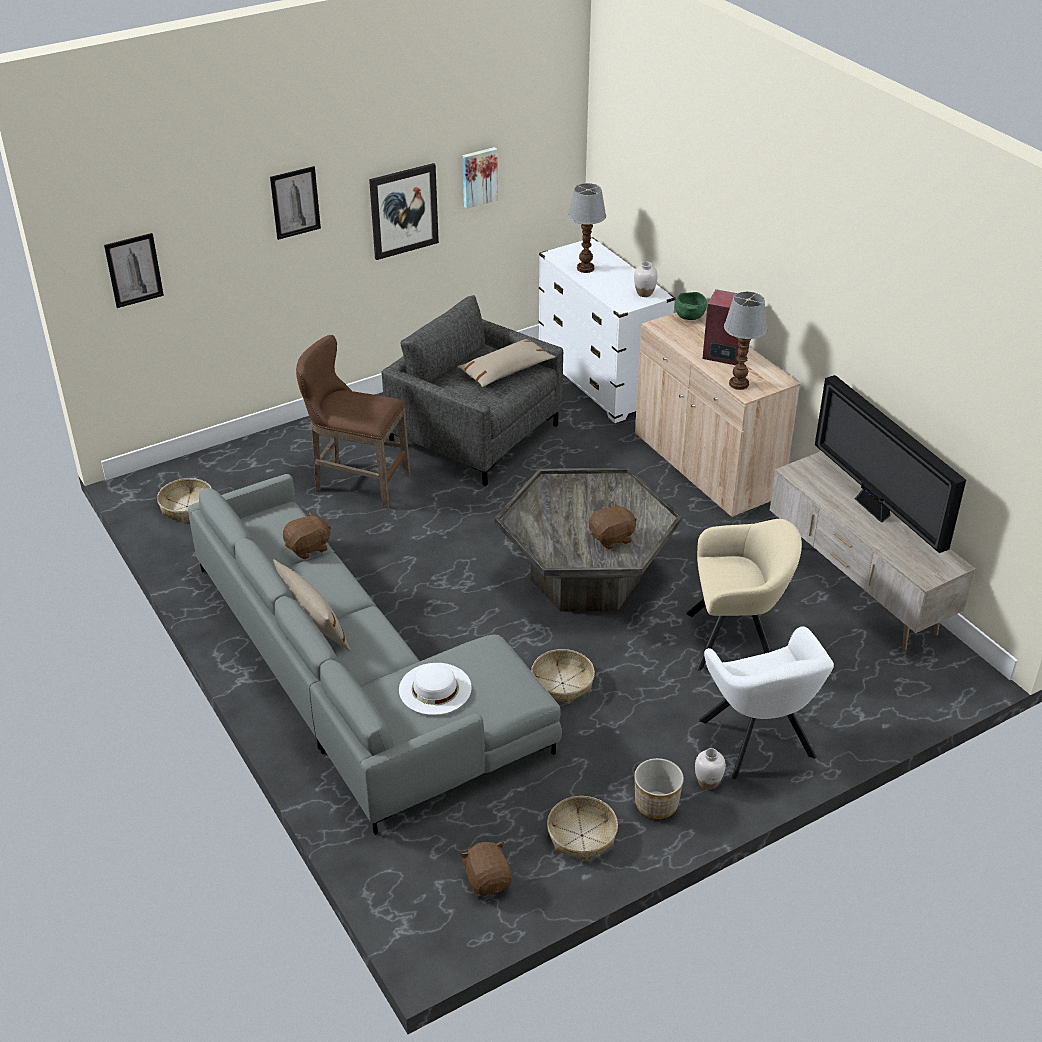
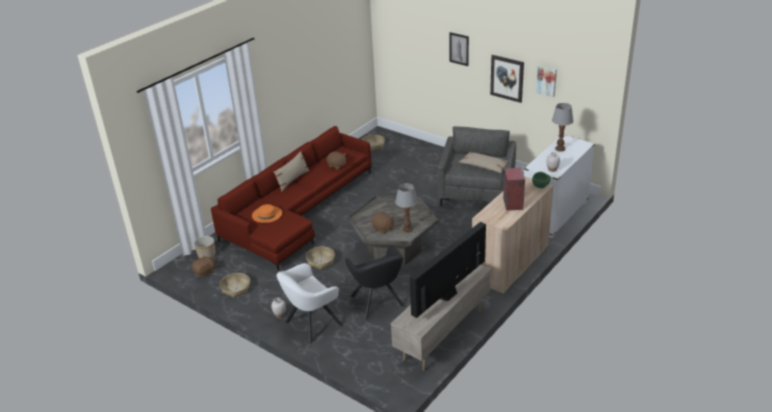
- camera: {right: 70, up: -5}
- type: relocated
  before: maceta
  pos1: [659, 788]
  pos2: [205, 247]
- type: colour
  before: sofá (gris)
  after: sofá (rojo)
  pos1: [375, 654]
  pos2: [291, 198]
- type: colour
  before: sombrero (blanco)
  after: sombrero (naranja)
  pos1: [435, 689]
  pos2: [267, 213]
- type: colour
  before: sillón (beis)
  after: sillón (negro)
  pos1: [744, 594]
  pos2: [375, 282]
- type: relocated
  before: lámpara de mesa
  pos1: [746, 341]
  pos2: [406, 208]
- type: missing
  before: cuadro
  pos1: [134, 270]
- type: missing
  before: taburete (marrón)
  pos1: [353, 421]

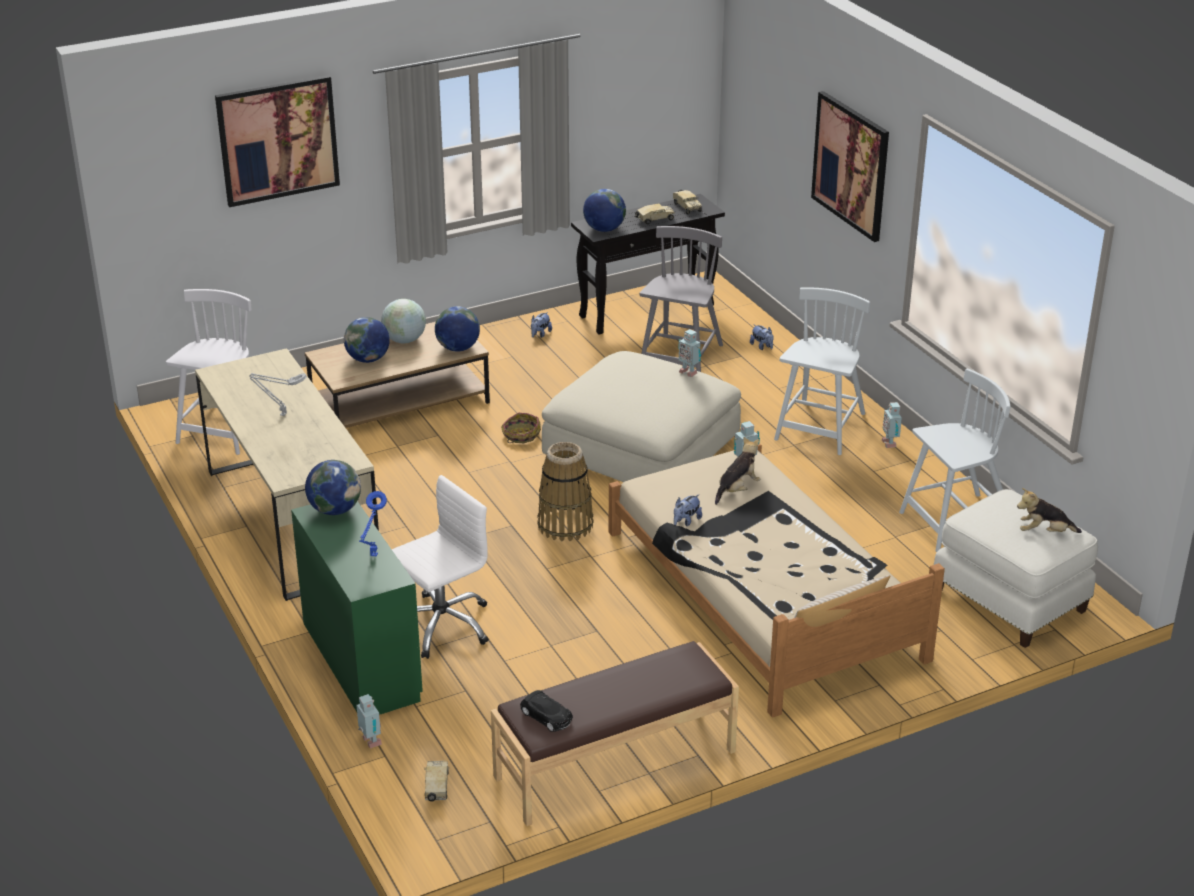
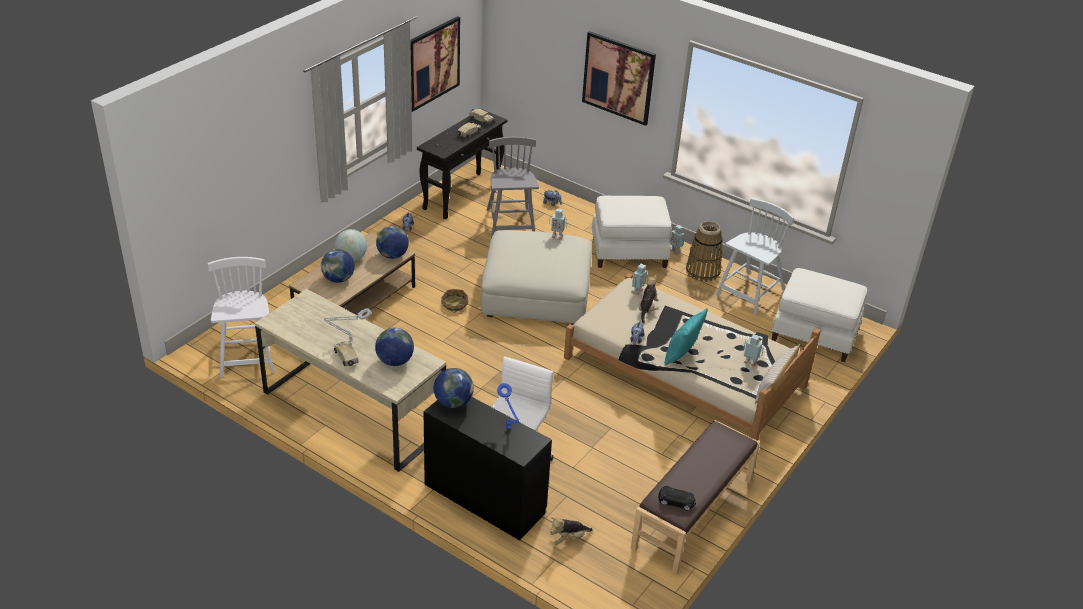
- camera: {right: -30, up: 5}
- type: relocated
  before: camión de juguete
  pos1: [436, 781]
  pos2: [346, 353]
- type: relocated
  before: globo terráqueo
  pos1: [604, 210]
  pos2: [394, 347]
- type: relocated
  before: cuadro
  pos1: [277, 141]
  pos2: [435, 64]
- type: colour
  before: escritorio (verde)
  after: escritorio (negro)
  pos1: [357, 608]
  pos2: [487, 468]
- type: relocated
  before: peluche
  pos1: [1049, 510]
  pos2: [571, 531]
- type: exchanged
  before: silla (blanco)
  after: puf (blanco)
  pos1: [822, 371]
  pos2: [632, 232]
- type: appeared
  after: cojín (turquesa)
  pos2: [686, 337]
- type: relocated
  before: cesta
  pos1: [565, 492]
  pos2: [704, 251]
- type: relocated
  before: robot de juguete
  pos1: [369, 721]
  pos2: [753, 350]

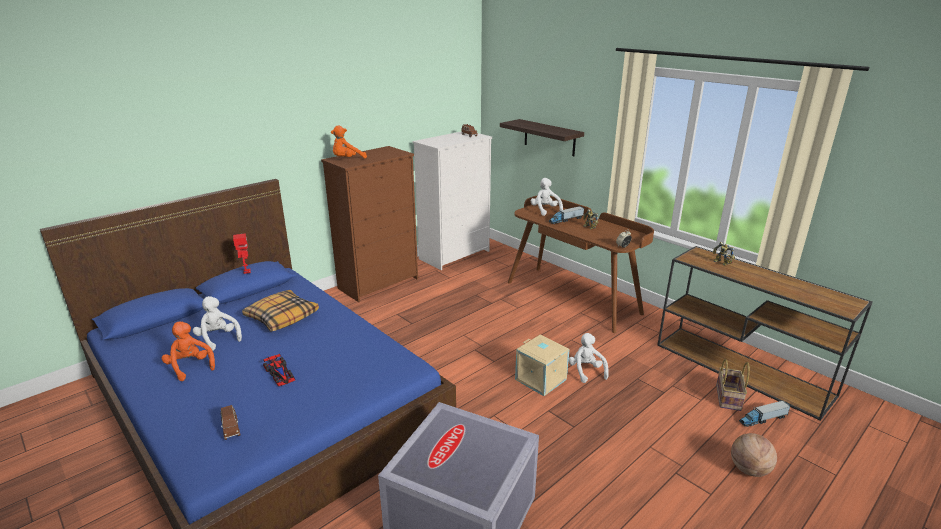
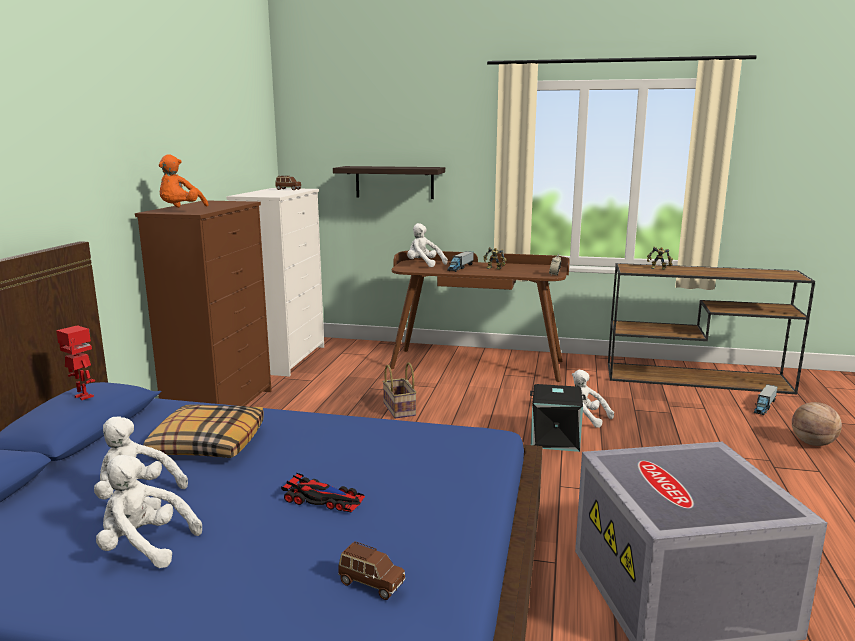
- camera: {right: -35, up: -10}
- type: colour
  before: peluche (naranja)
  after: peluche (blanco)
  pos1: [188, 351]
  pos2: [149, 511]
- type: relocated
  before: cesta
  pos1: [733, 385]
  pos2: [399, 390]
- type: colour
  before: caja de almacenaje (beis)
  after: caja de almacenaje (negro)
  pos1: [542, 365]
  pos2: [558, 418]

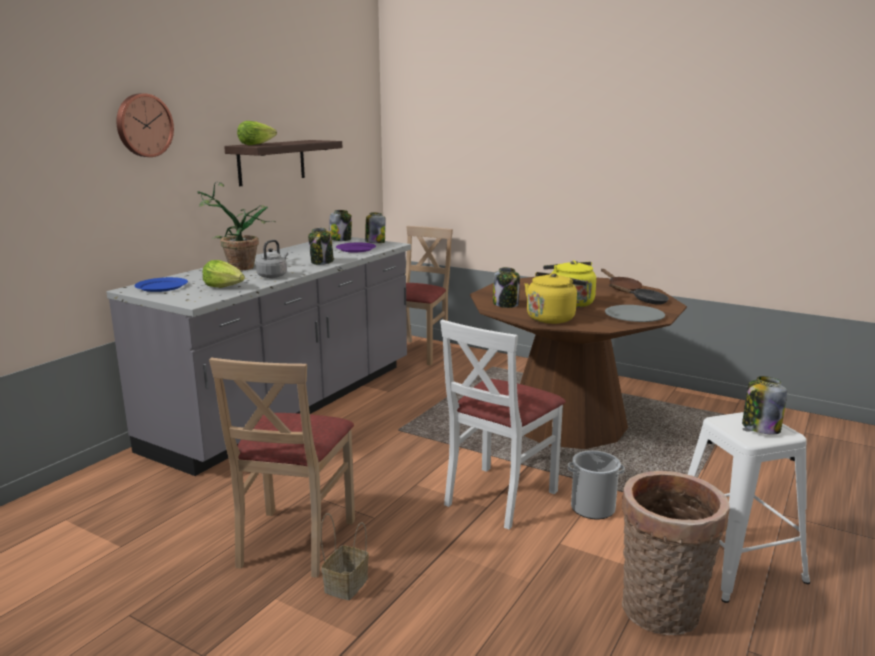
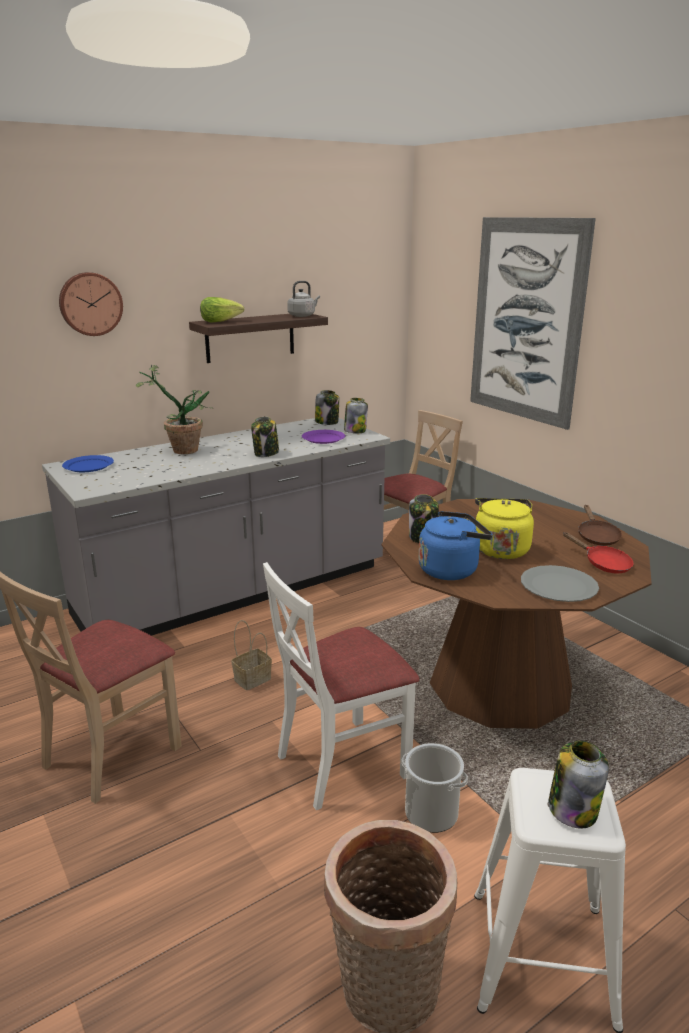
- camera: {right: 25, up: 5}
- type: relocated
  before: cesta
  pos1: [345, 556]
  pos2: [251, 655]
- type: relocated
  before: hervidor (gris)
  pos1: [272, 259]
  pos2: [303, 299]
- type: colour
  before: hervidor (amarillo)
  after: hervidor (azul)
  pos1: [556, 298]
  pos2: [456, 545]
- type: appeared
  after: cuadro
  pos2: [533, 323]
- type: colour
  before: sartén (negro)
  after: sartén (rojo)
  pos1: [639, 294]
  pos2: [598, 552]
- type: missing
  before: lechuga
  pos1: [224, 274]

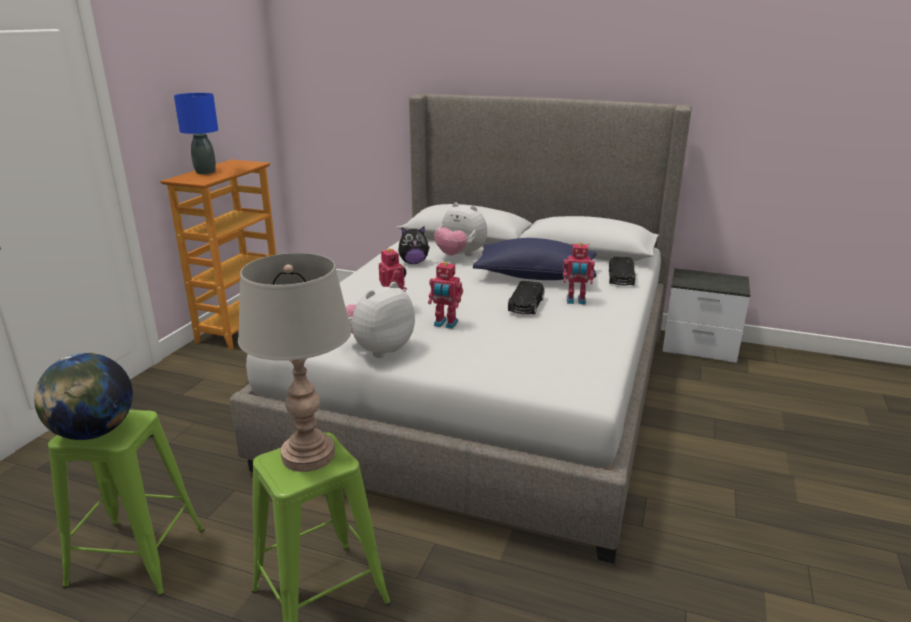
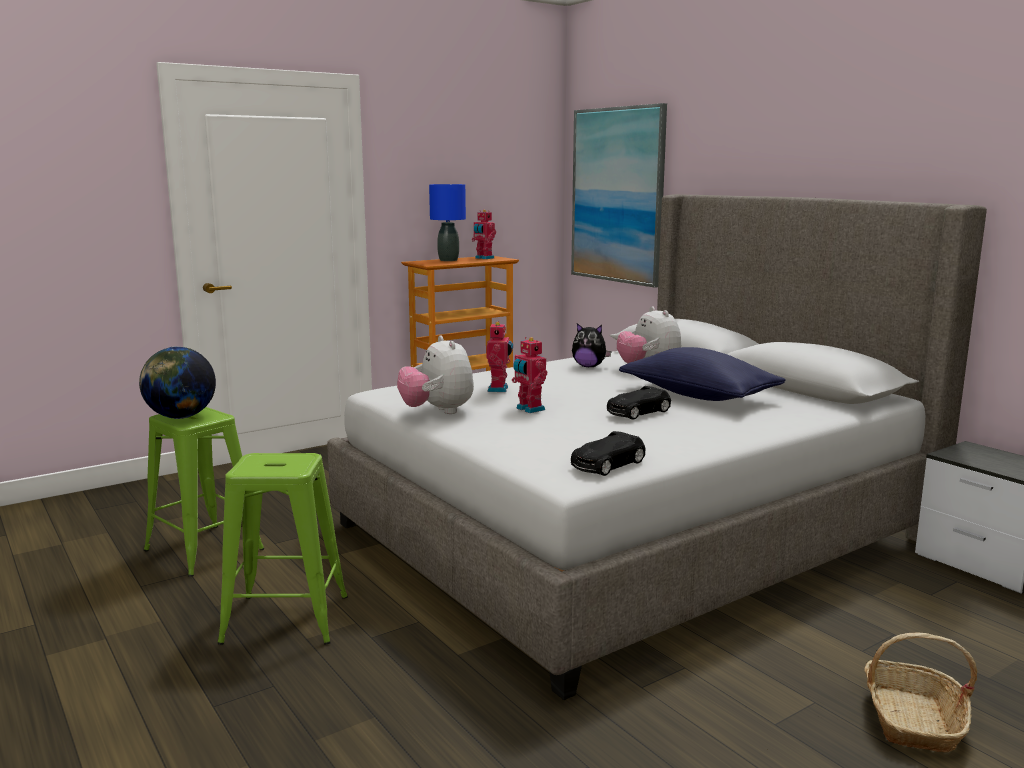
- camera: {right: 35, up: -10}
- type: spun
  before: peluche
  pos1: [380, 320]
  pos2: [435, 375]
  turn: -105
- type: relocated
  before: robot de juguete
  pos1: [579, 274]
  pos2: [484, 234]
- type: appeared
  after: cuadro
  pos2: [619, 195]
- type: relocated
  before: coche de juguete (negro)
  pos1: [622, 271]
  pos2: [608, 453]
- type: appeared
  after: cesta
  pos2: [920, 692]
- type: missing
  before: lámpara de mesa (gris)
  pos1: [294, 362]

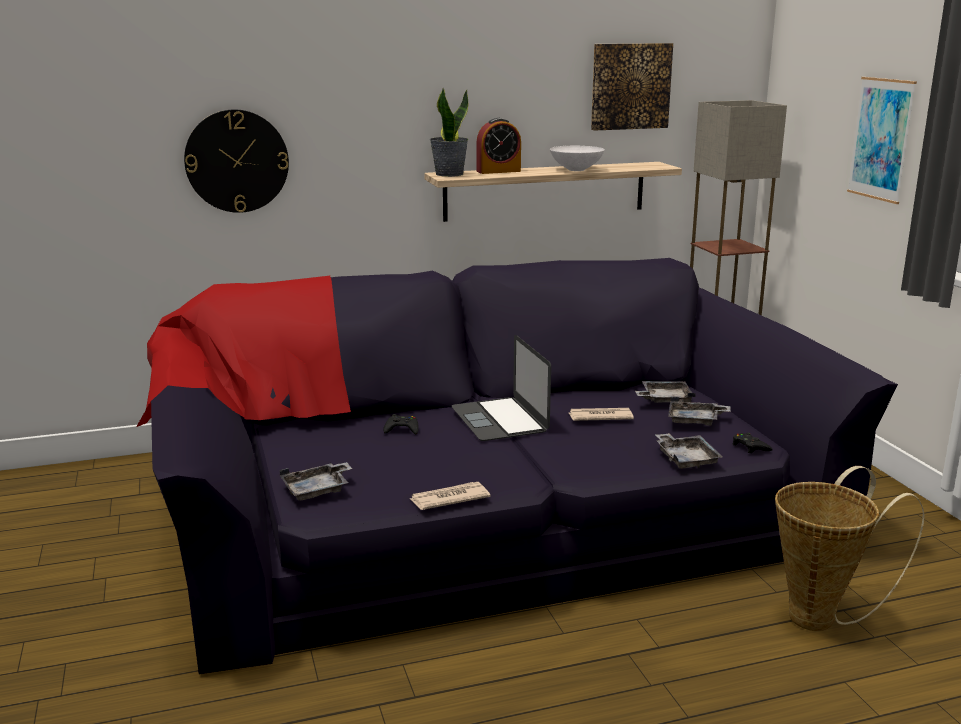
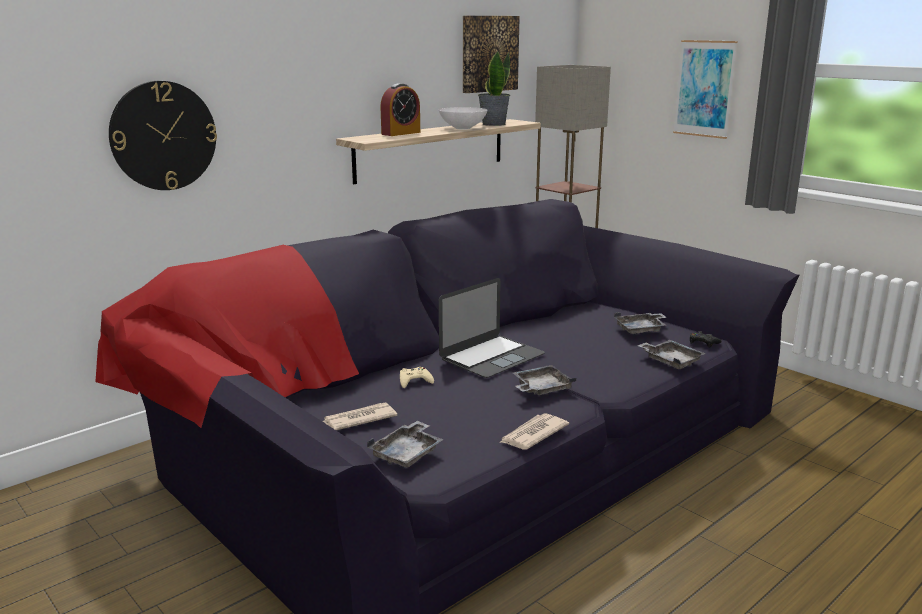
- camera: {right: -25, up: 0}
- type: relocated
  before: periódico
  pos1: [601, 414]
  pos2: [360, 416]
- type: colour
  before: mando de consola (negro)
  after: mando de consola (beis)
  pos1: [401, 424]
  pos2: [417, 377]
- type: spun
  before: portátil
  pos1: [501, 388]
  pos2: [492, 328]
  turn: -90
- type: relocated
  before: planta en maceta
  pos1: [449, 132]
  pos2: [494, 88]
- type: relocated
  before: bandeja (gris)
  pos1: [665, 392]
  pos2: [544, 380]
- type: missing
  before: cesta
  pos1: [849, 548]

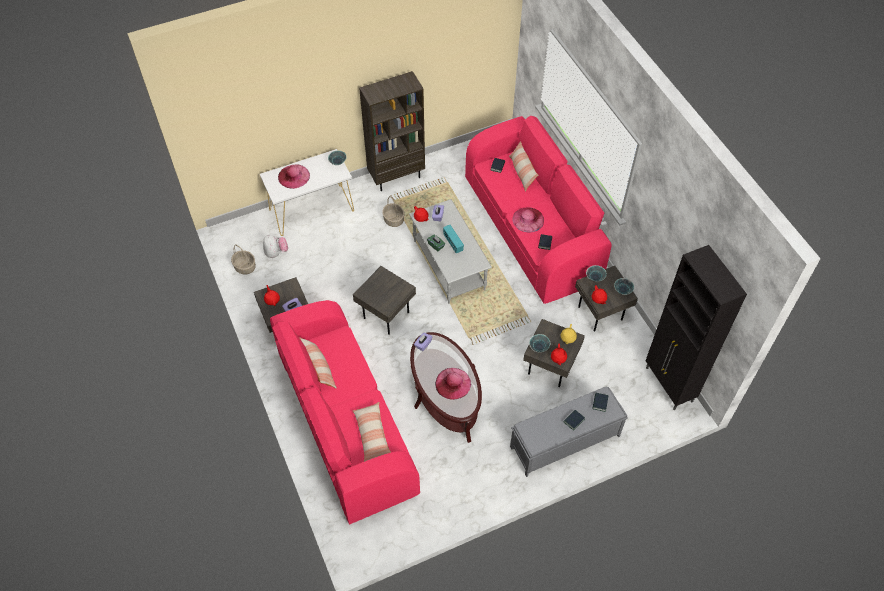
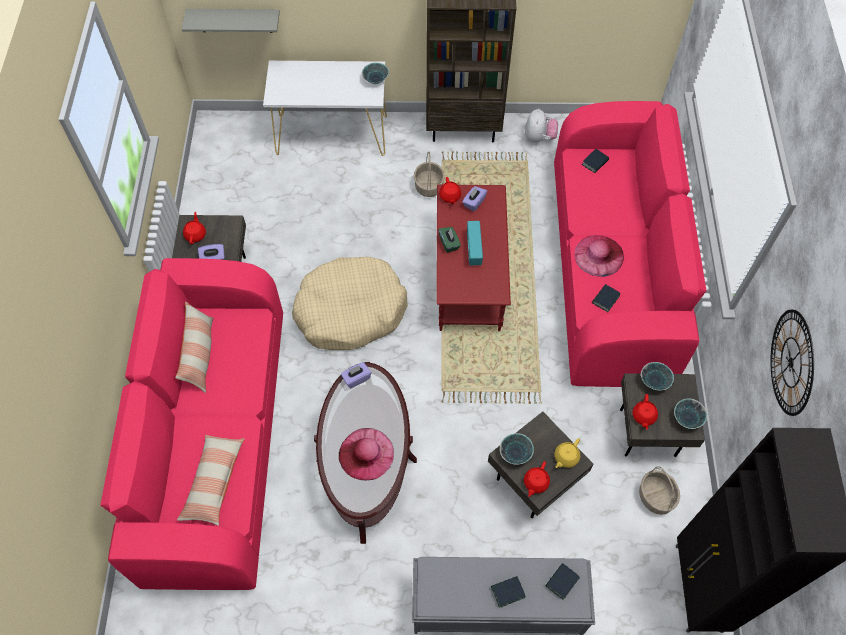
- camera: {right: 25, up: 5}
- type: appeared
  after: estante (gris)
  pos2: [231, 21]
- type: exchanged
  before: mesa auxiliar (gris)
  after: cama para perro (beis)
  pos1: [384, 300]
  pos2: [350, 303]
- type: colour
  before: mesa de centro (gris)
  after: mesa de centro (rojo)
  pos1: [450, 251]
  pos2: [473, 257]
- type: relocated
  before: peluche
  pos1: [275, 246]
  pos2: [541, 125]
- type: relocated
  before: cesta
  pos1: [243, 259]
  pos2: [659, 490]
- type: appeared
  after: reloj de pared
  pos2: [792, 363]
- type: missing
  before: sombrero (rosa)
  pos1: [294, 176]
- type: missing
  before: cojín
  pos1: [523, 166]

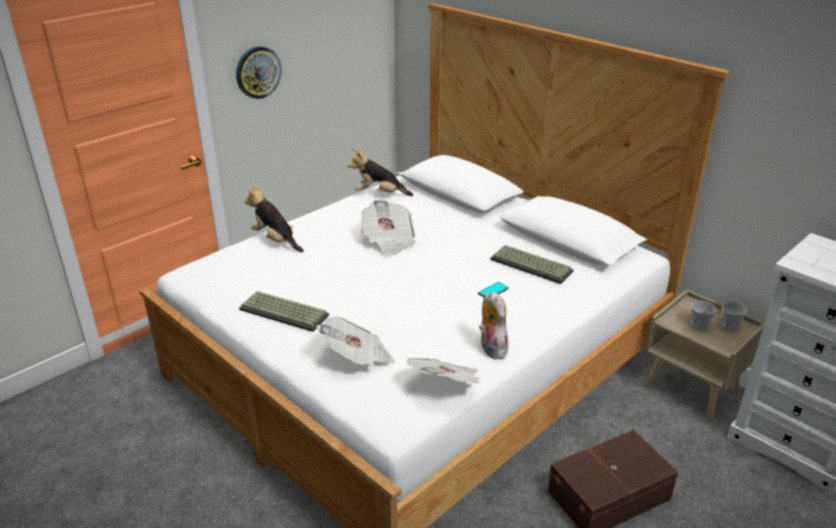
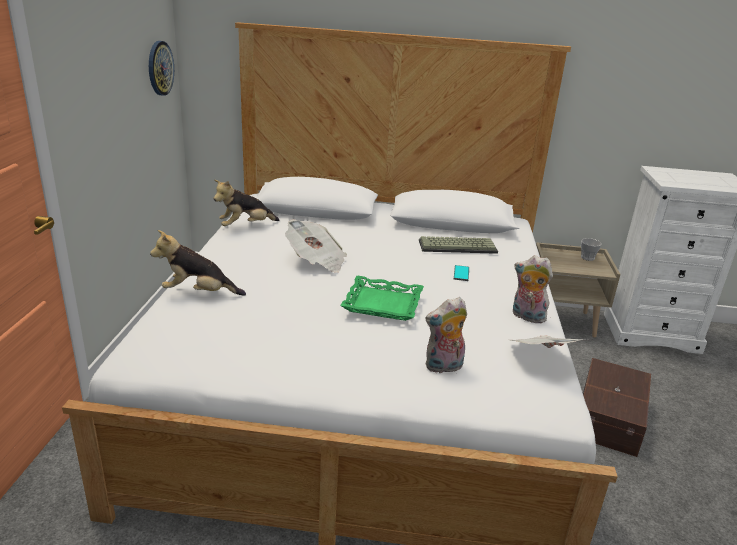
- camera: {right: -40, up: -5}
- type: relocated
  before: reloj de pared
  pos1: [258, 72]
  pos2: [161, 68]
- type: appeared
  after: bandeja (verde)
  pos2: [382, 298]
- type: exchanged
  before: periódico
  after: peluche
  pos1: [355, 341]
  pos2: [446, 335]
- type: missing
  before: teclado
  pos1: [284, 311]
- type: missing
  before: taza
  pos1: [703, 314]

